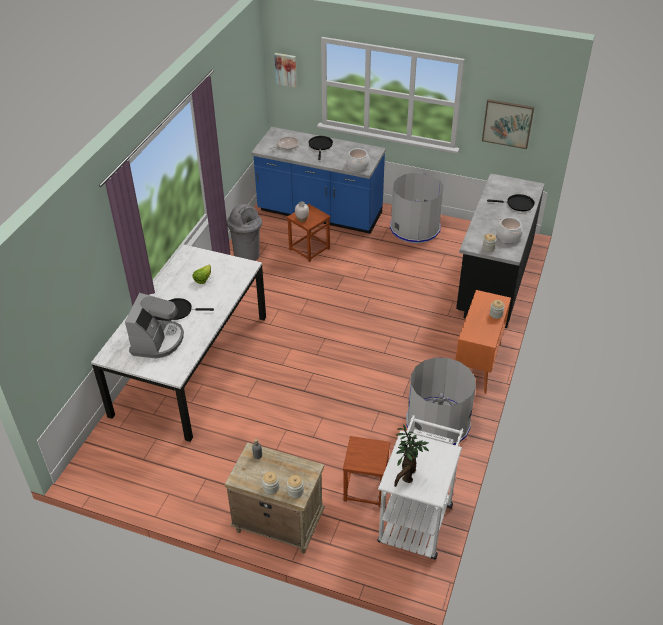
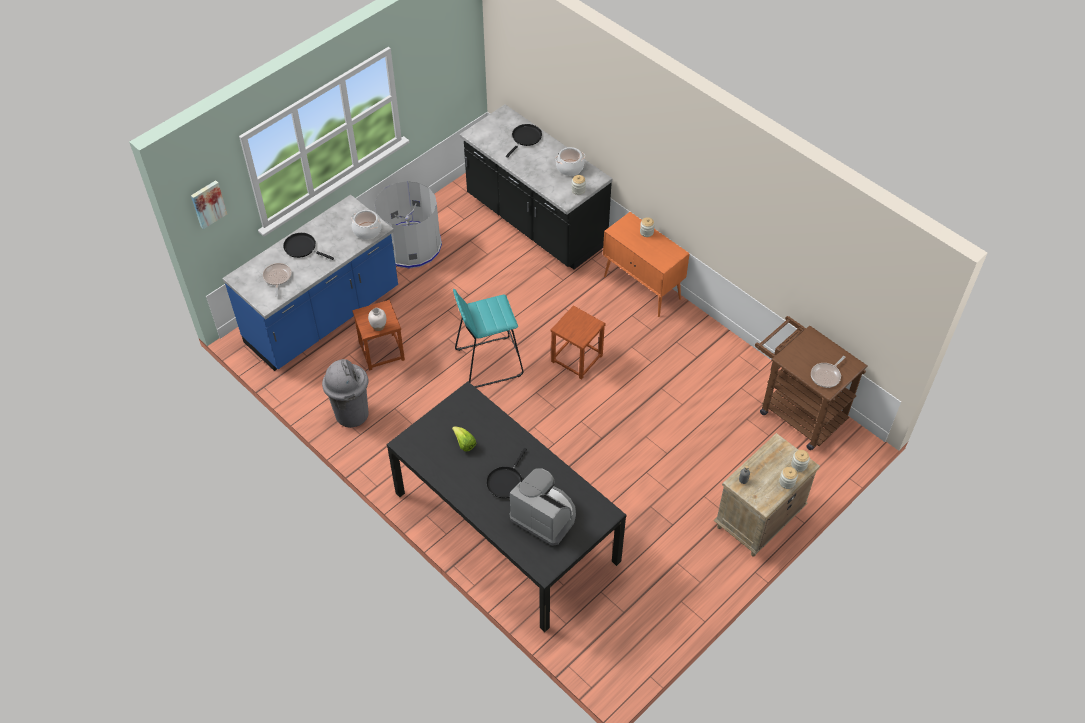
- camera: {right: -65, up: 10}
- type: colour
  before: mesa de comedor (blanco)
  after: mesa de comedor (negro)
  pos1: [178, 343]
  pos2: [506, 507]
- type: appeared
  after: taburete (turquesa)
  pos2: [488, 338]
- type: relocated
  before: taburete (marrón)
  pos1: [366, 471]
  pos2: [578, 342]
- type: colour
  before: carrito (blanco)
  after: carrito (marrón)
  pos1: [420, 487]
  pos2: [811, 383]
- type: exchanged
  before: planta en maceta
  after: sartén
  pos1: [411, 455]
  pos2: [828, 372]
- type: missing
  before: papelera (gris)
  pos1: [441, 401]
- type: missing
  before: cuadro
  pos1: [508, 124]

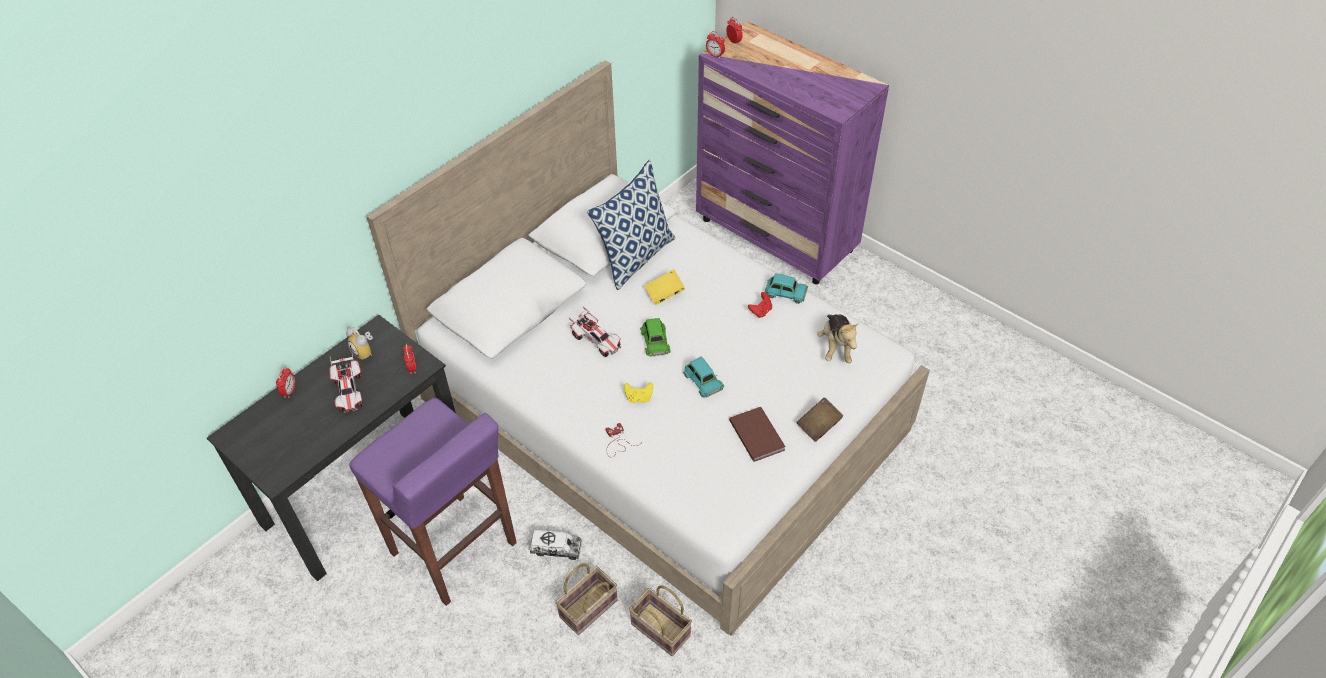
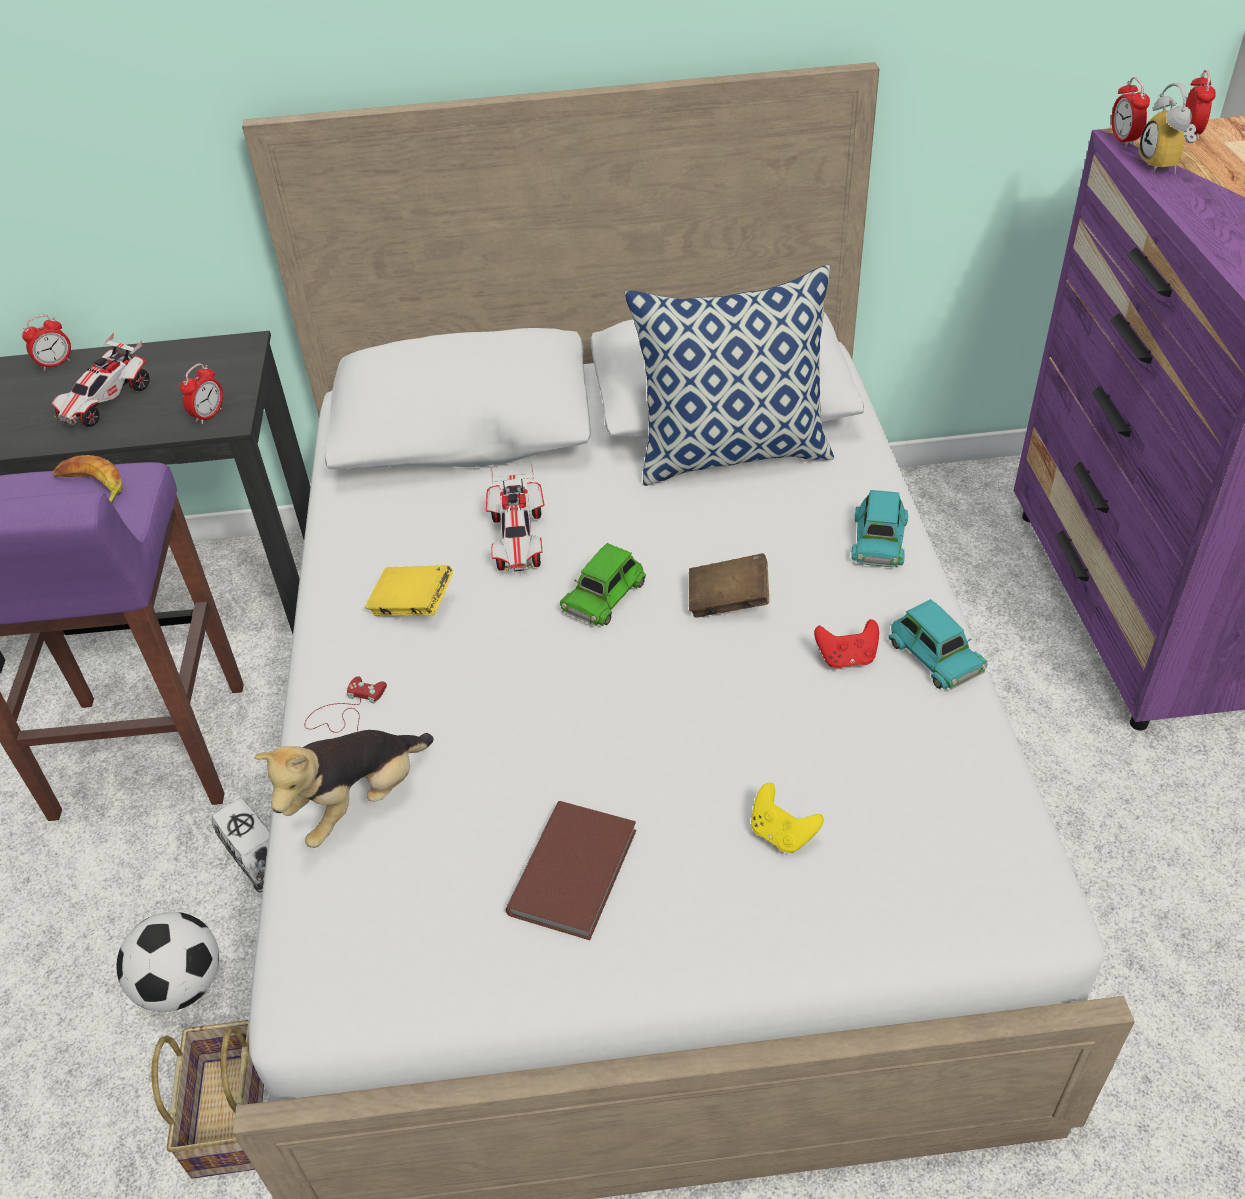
- camera: {right: 45, up: -5}
- type: appeared
  after: plátano
  pos2: [87, 479]
- type: exchanged
  before: cesta
  after: balón de fútbol
  pos1: [586, 599]
  pos2: [168, 962]
- type: relocated
  before: peluche
  pos1: [838, 338]
  pos2: [344, 789]
- type: relocated
  before: libro (amarillo)
  pos1: [664, 287]
  pos2: [409, 590]
- type: relocated
  before: libro (marrón)
  pos1: [819, 420]
  pos2: [729, 585]
- type: relocated
  before: mando de consola (amarillo)
  pos1: [638, 392]
  pos2: [787, 818]
- type: relocated
  before: coche de juguete (turquesa)
  pos1: [703, 376]
  pos2: [879, 528]
- type: relocated
  before: despertador
  pos1: [359, 343]
  pos2: [1168, 128]

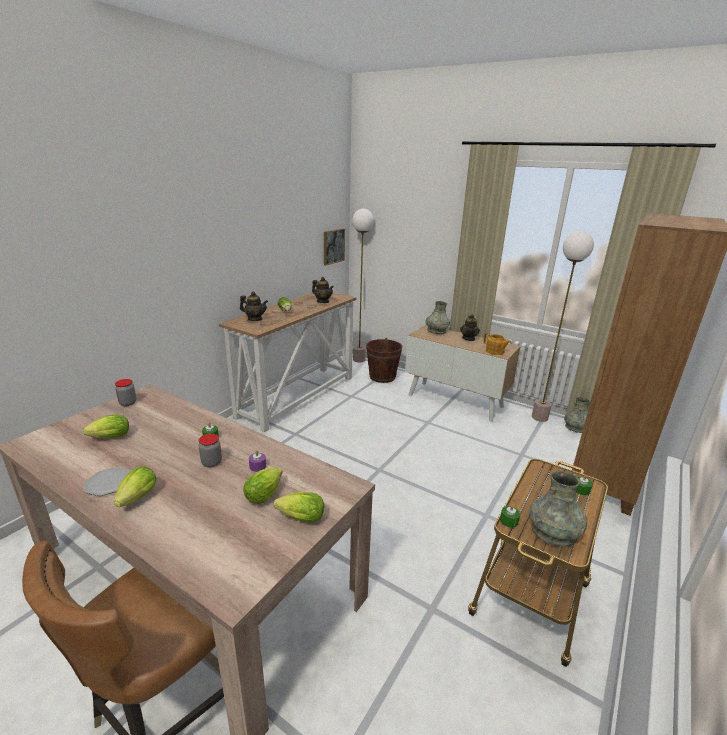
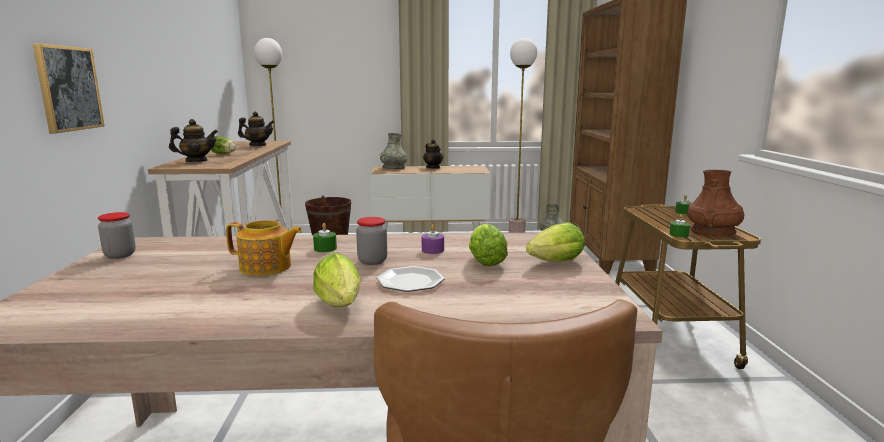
- camera: {right: -35, up: -10}
- type: relocated
  before: cuadro
  pos1: [334, 247]
  pos2: [68, 88]
- type: relocated
  before: tetera
  pos1: [497, 344]
  pos2: [264, 248]
- type: relocated
  before: plato
  pos1: [108, 481]
  pos2: [410, 279]
- type: colour
  before: florero (gris)
  after: florero (marrón)
  pos1: [558, 509]
  pos2: [715, 203]
- type: missing
  before: lechuga
  pos1: [106, 426]

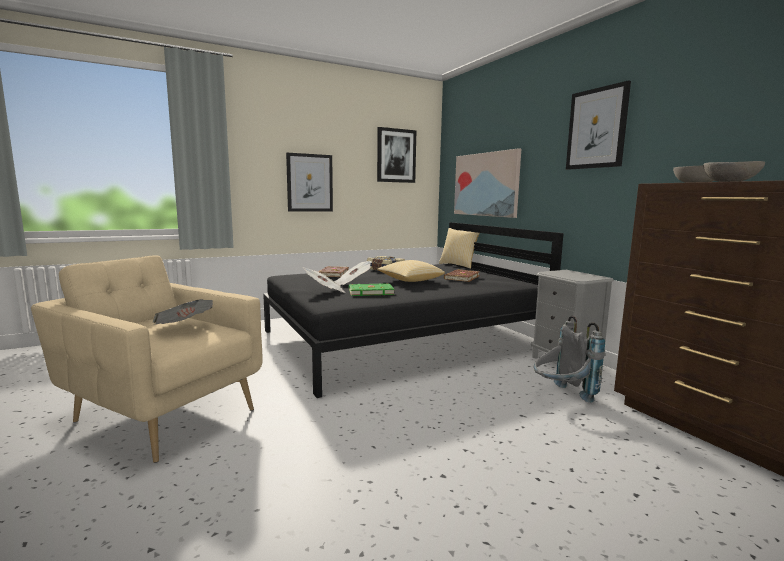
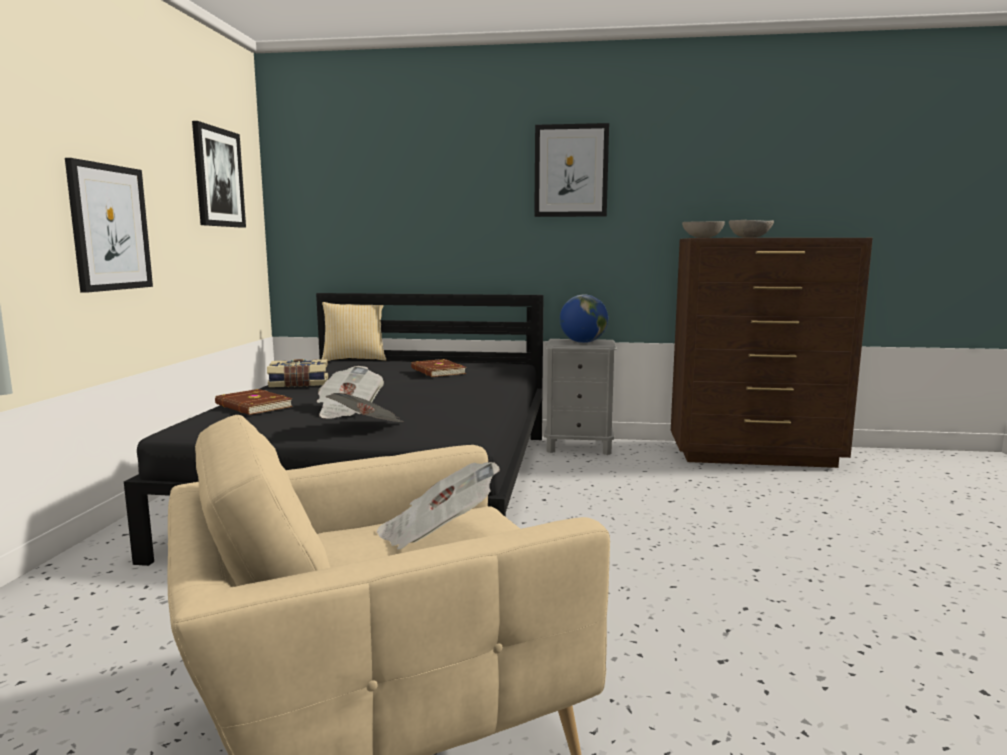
- camera: {right: -55, up: 0}
- type: appeared
  after: globo terráqueo
  pos2: [584, 319]
- type: missing
  before: libro (verde)
  pos1: [372, 289]
- type: missing
  before: cojín
  pos1: [411, 271]
- type: missing
  before: cuadro
  pos1: [487, 183]
- type: missing
  before: mochila (gris)
  pos1: [569, 359]

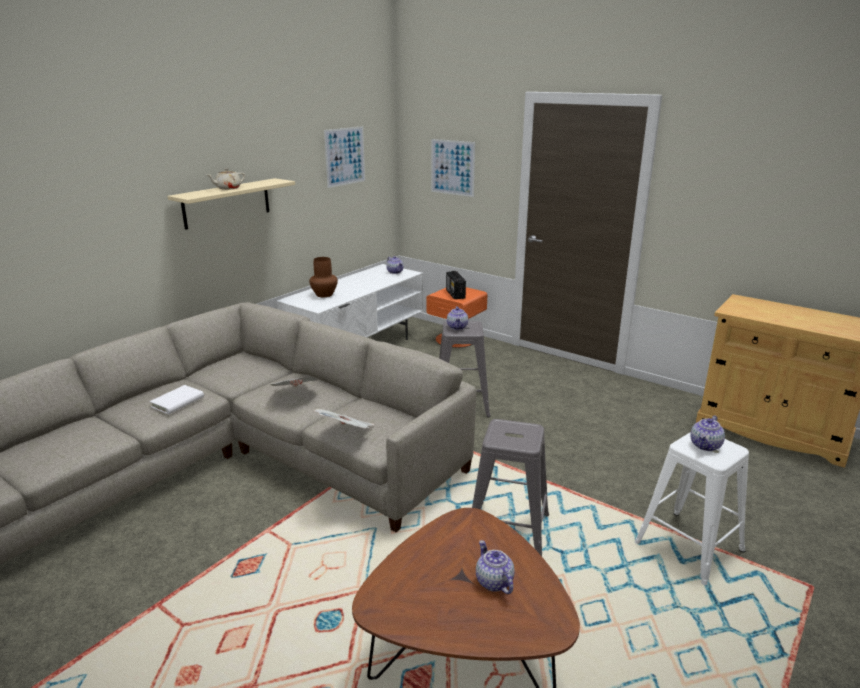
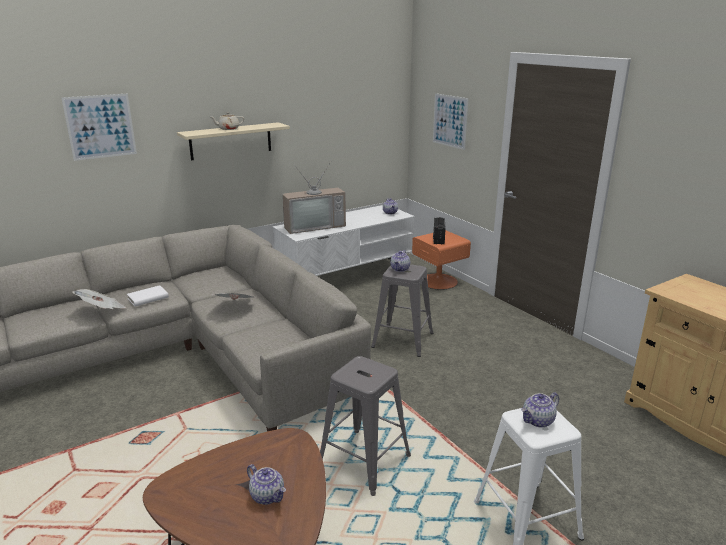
- camera: {right: 20, up: 0}
- type: relocated
  before: cuadro
  pos1: [344, 157]
  pos2: [99, 127]
- type: relocated
  before: periódico
  pos1: [344, 419]
  pos2: [99, 299]
- type: spun
  before: tetera
  pos1: [495, 567]
  pos2: [266, 484]
  turn: 135
- type: exchanged
  before: florero (marrón)
  after: televisor
  pos1: [323, 277]
  pos2: [314, 198]

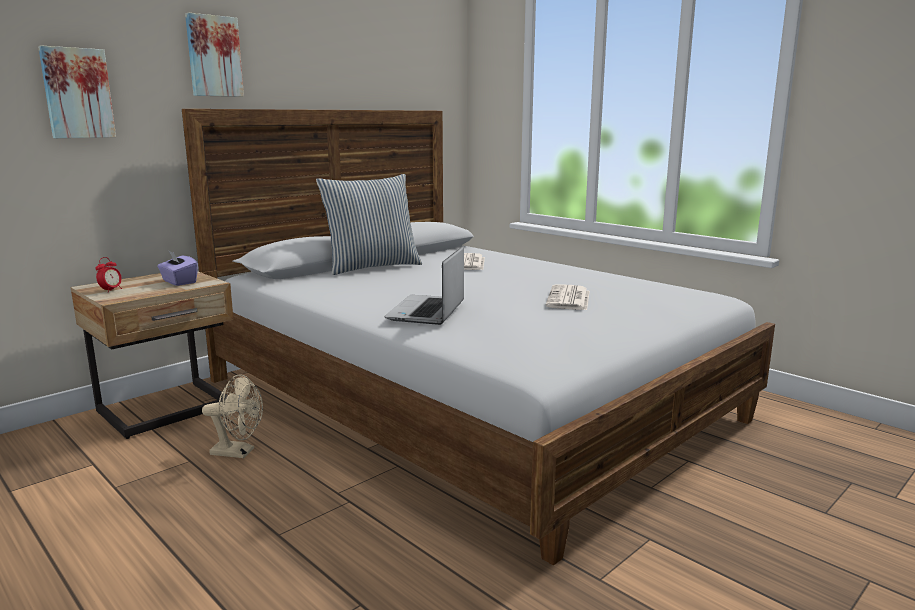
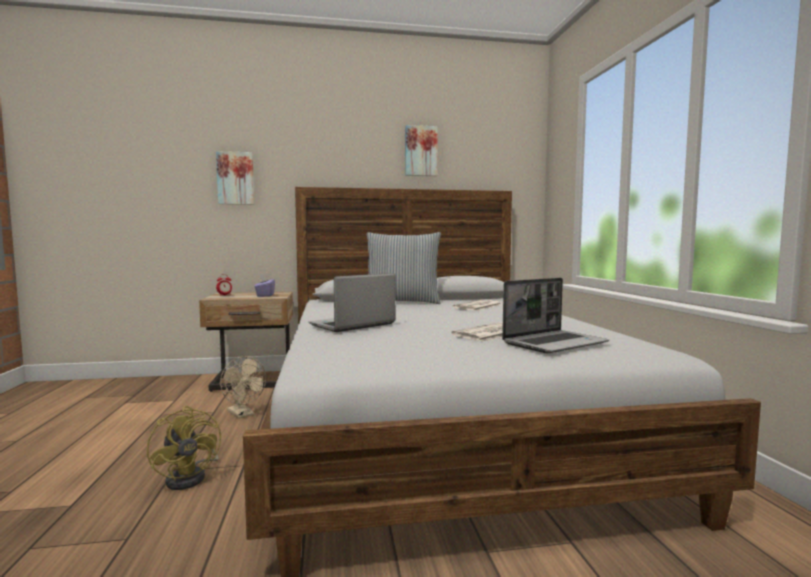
- camera: {right: 35, up: -10}
- type: appeared
  after: ventilador (amarillo)
  pos2: [184, 448]
- type: relocated
  before: cuadro
  pos1: [214, 54]
  pos2: [421, 150]
- type: appeared
  after: portátil
  pos2: [555, 315]

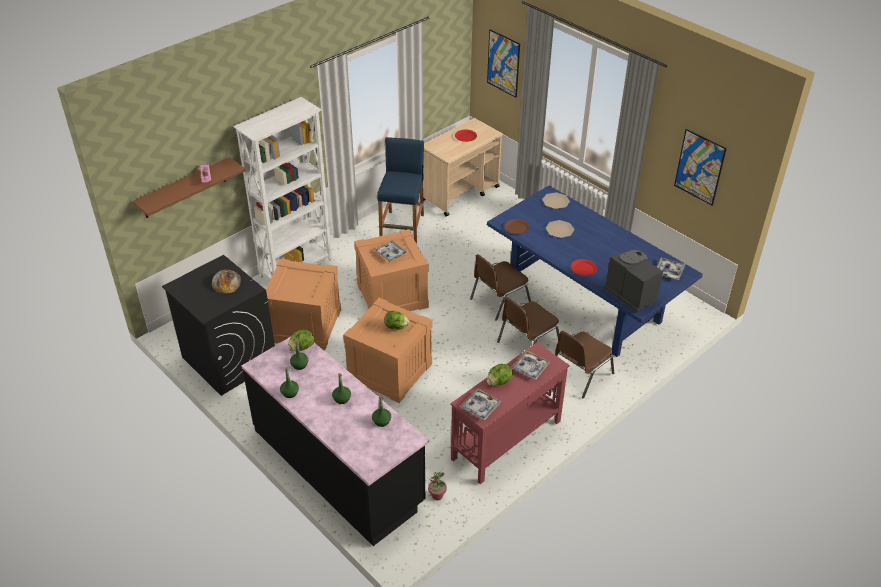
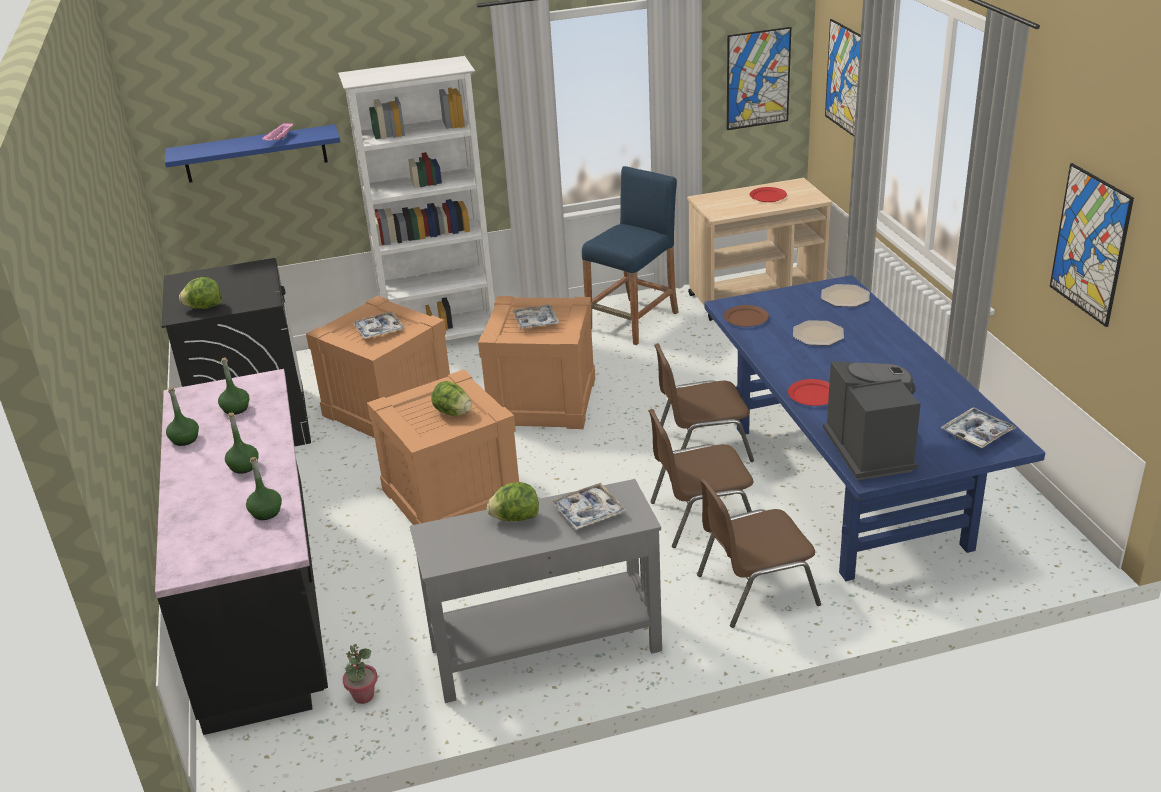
- camera: {right: 30, up: -10}
- type: colour
  before: estante (marrón)
  after: estante (azul)
  pos1: [189, 187]
  pos2: [252, 153]
- type: relocated
  before: lechuga
  pos1: [301, 340]
  pos2: [200, 293]
- type: relocated
  before: bandeja
  pos1: [481, 405]
  pos2: [378, 325]
- type: colour
  before: mesa consola (rojo)
  after: mesa consola (gris)
  pos1: [510, 413]
  pos2: [536, 591]
- type: appeared
  after: cuadro
  pos2: [759, 78]
- type: missing
  before: pan
  pos1: [226, 281]

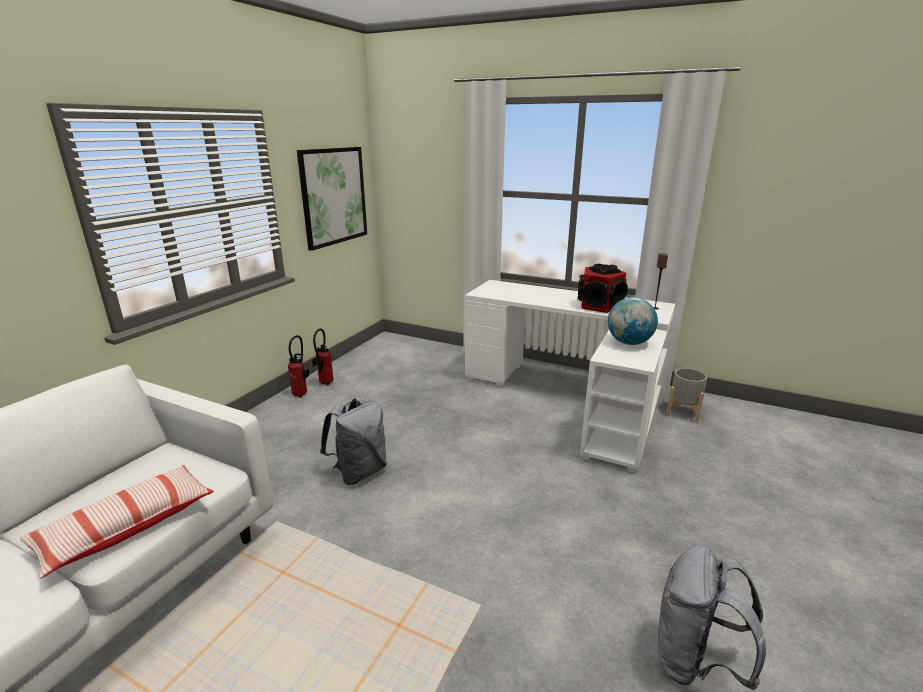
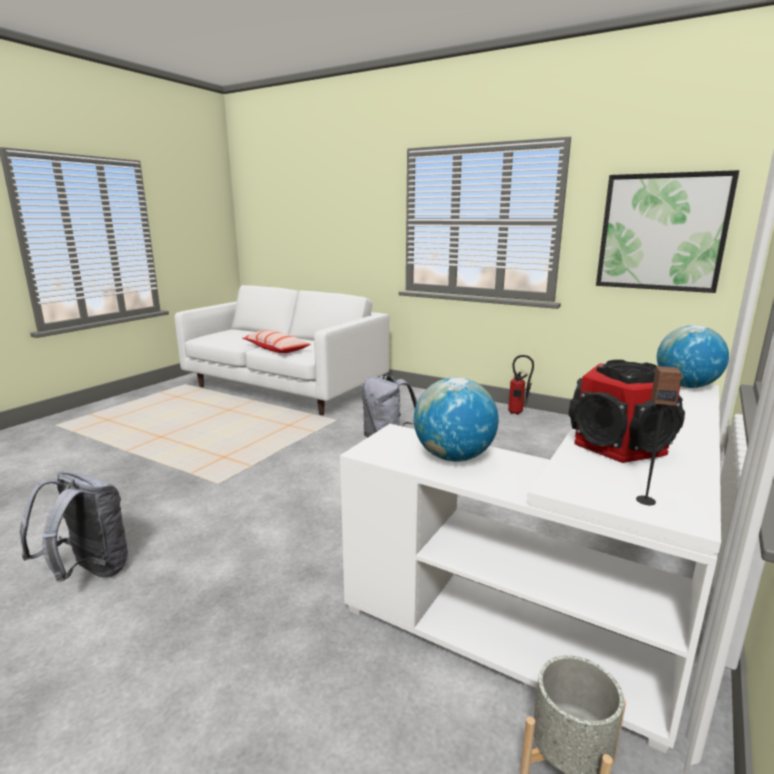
- camera: {right: 95, up: -5}
- type: appeared
  after: globo terráqueo
  pos2: [693, 356]
- type: missing
  before: extintor
  pos1: [323, 356]

